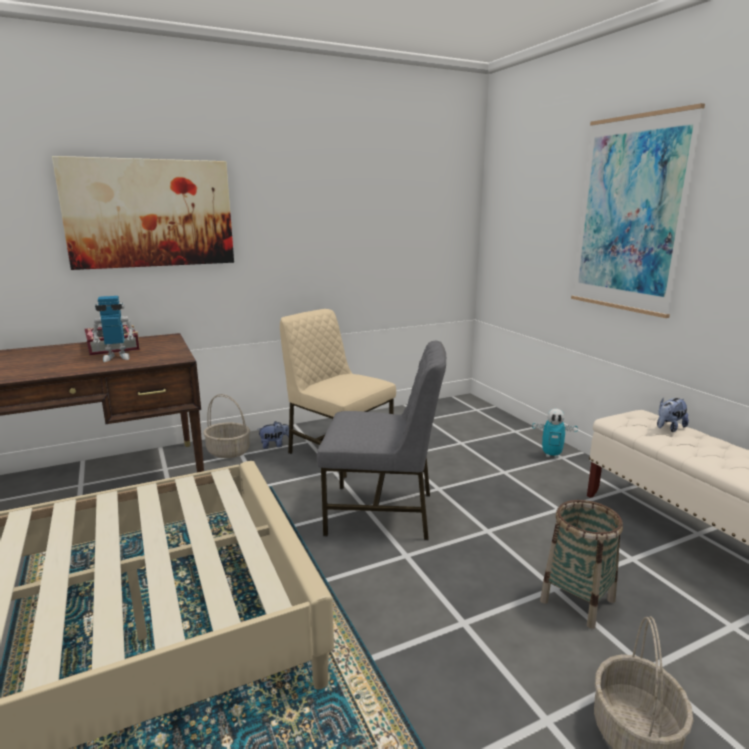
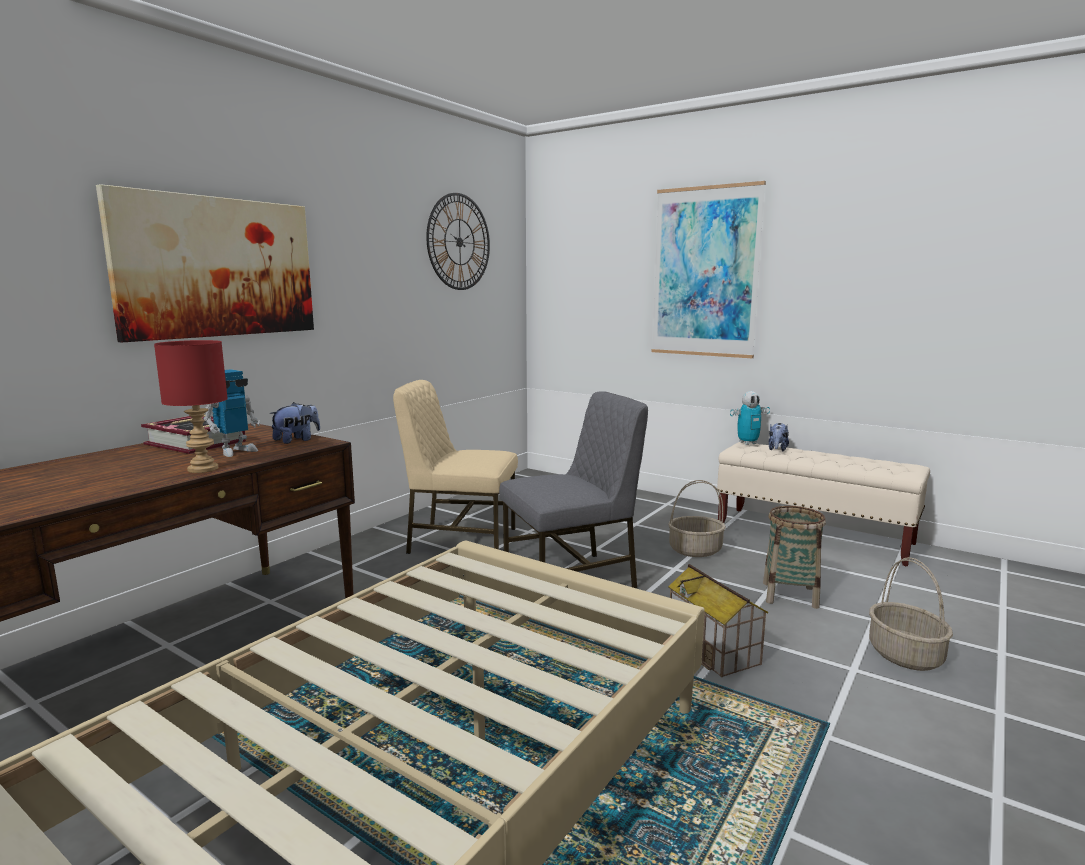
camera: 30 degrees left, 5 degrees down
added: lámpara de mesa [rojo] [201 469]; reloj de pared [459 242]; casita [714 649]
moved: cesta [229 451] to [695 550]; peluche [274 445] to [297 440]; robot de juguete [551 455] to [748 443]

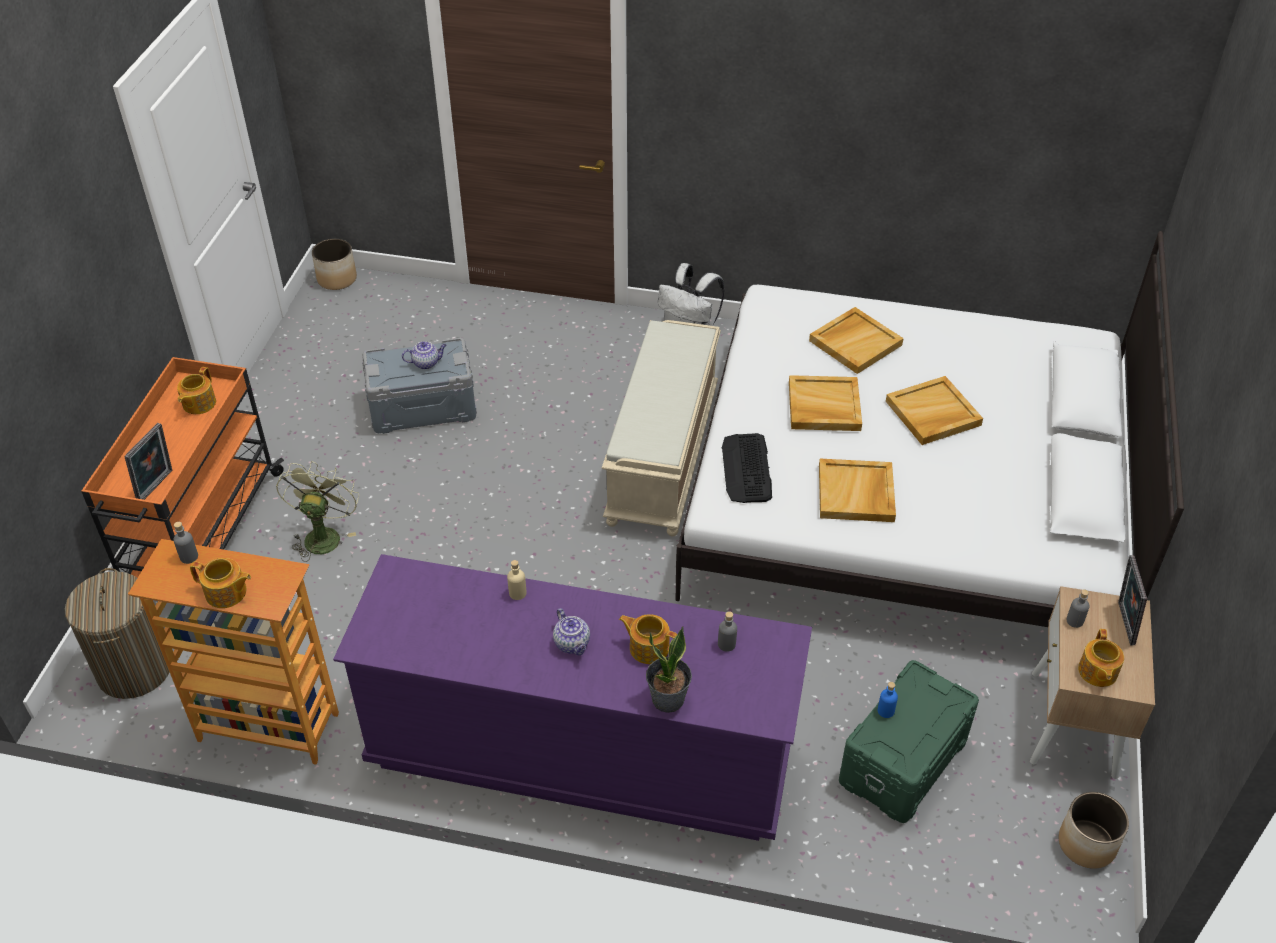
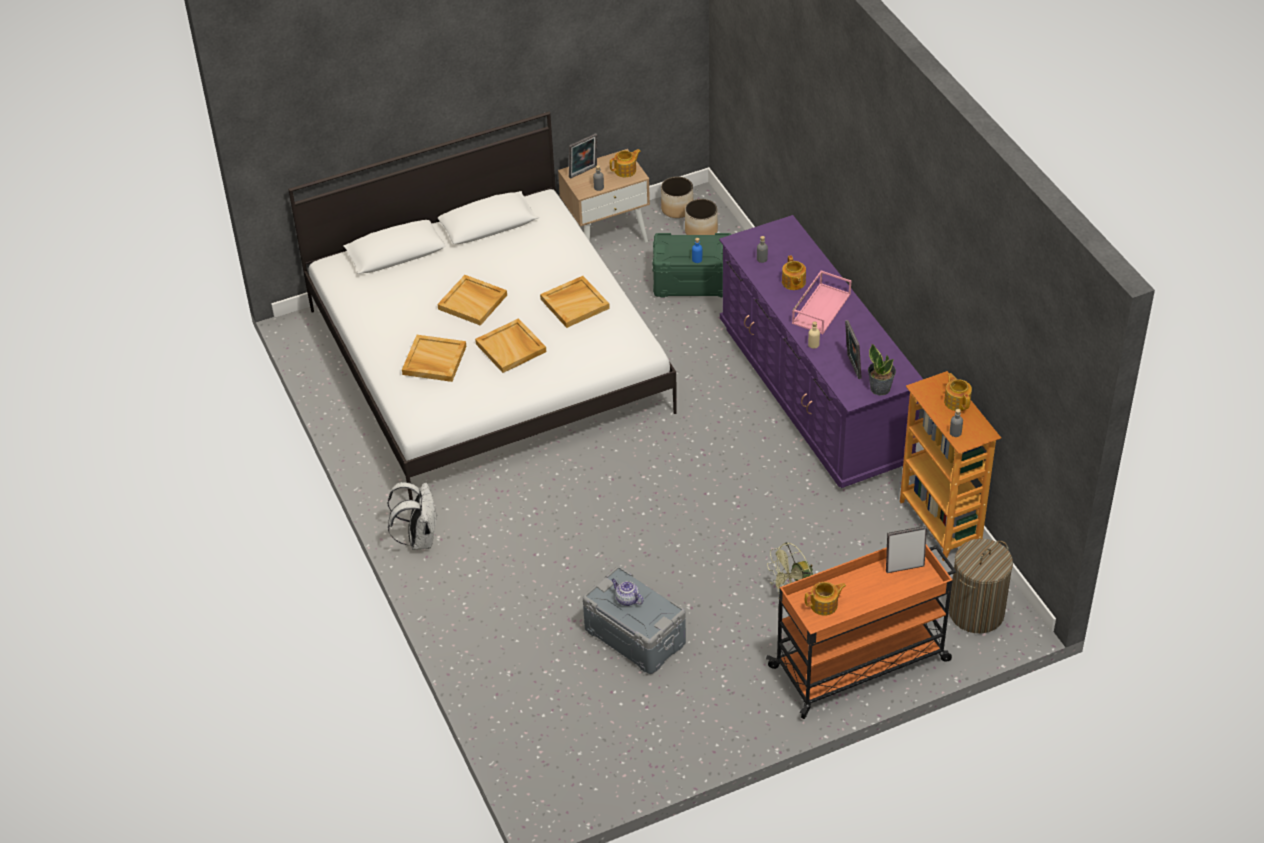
camera: 125 degrees left, 0 degrees up
removed: banco [beis] [664 457]; teclado [747 469]
added: portarretratos [852 367]
moved: maceta [337 279] to [701 231]; planta en maceta [668 699] to [880 388]
replaced: tetera [573 644] to bandeja [rosa] [821 308]

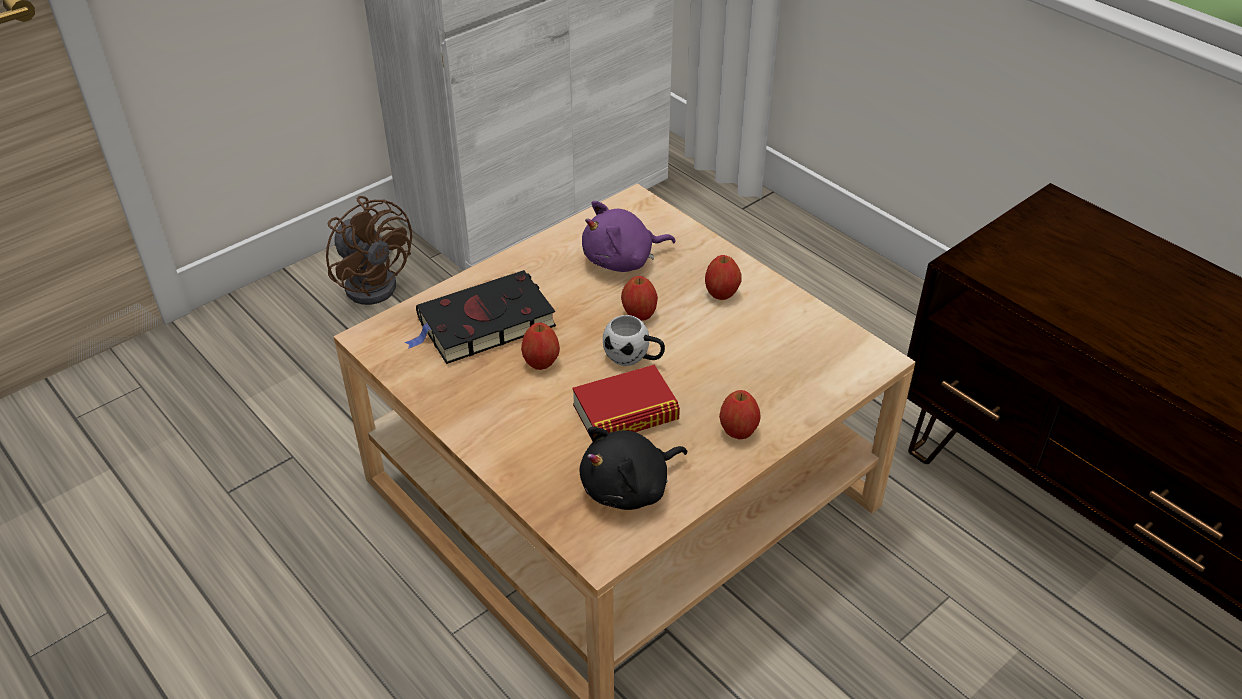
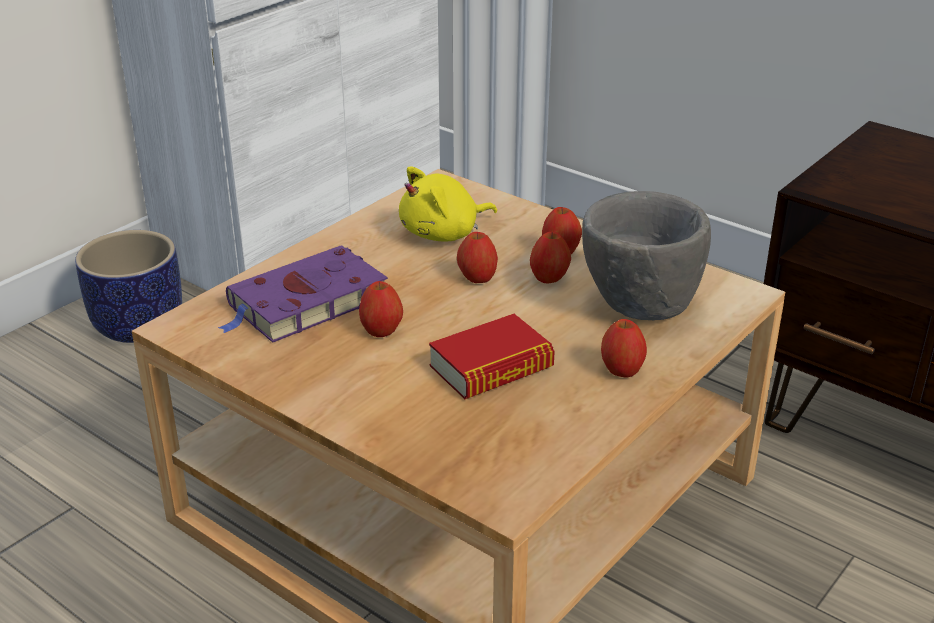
camera: 10 degrees left, 10 degrees down
removed: peluche [negro] [629 488]; taza grande [blanco] [634 357]
added: manzana [549 278]; cuenco [gris] [638 308]
replaced: ventilador [marrón] [374 281] to maceta [139 325]
recoloured: libro [negro] [483 324] to libro [morado] [305 303]; peluche [morado] [622 260] to peluche [amarillo] [444 234]

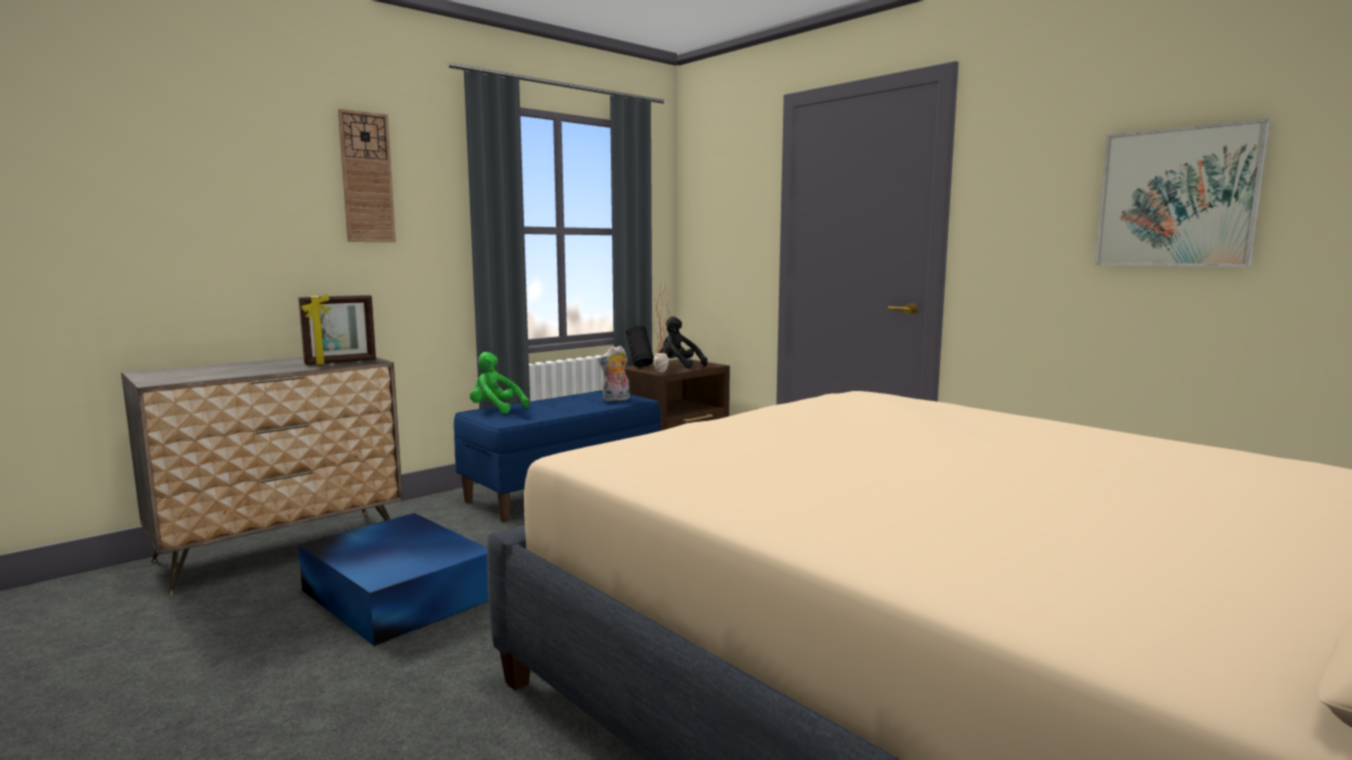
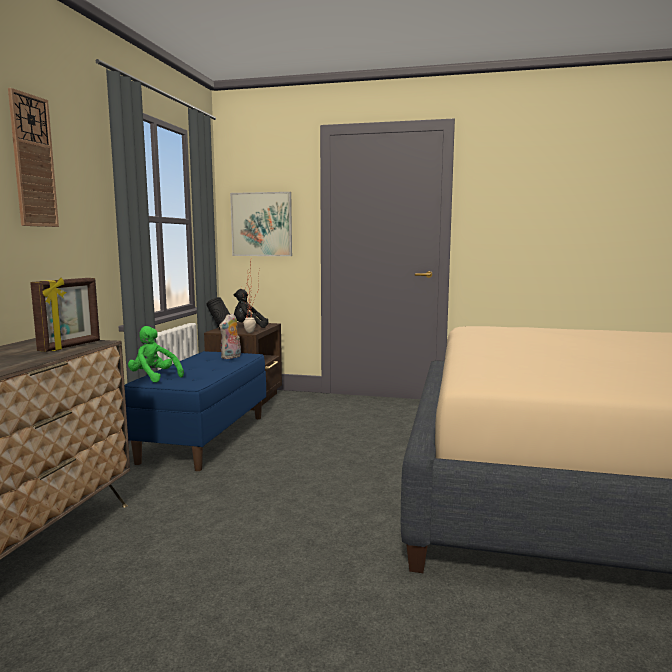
camera: 35 degrees left, 0 degrees up
removed: caja de almacenaje [azul] [398 593]
moved: cuadro [1176 198] to [261 224]
turned: peluche [verde] [495 410] = [154 377] 45 degrees clockwise

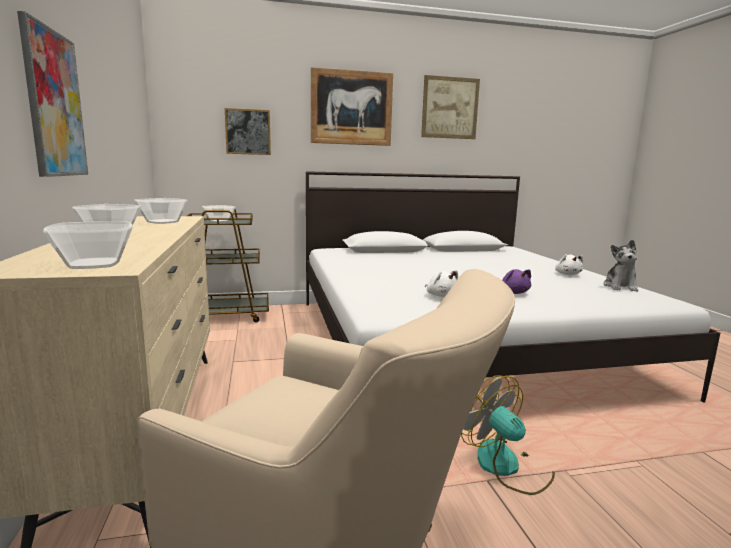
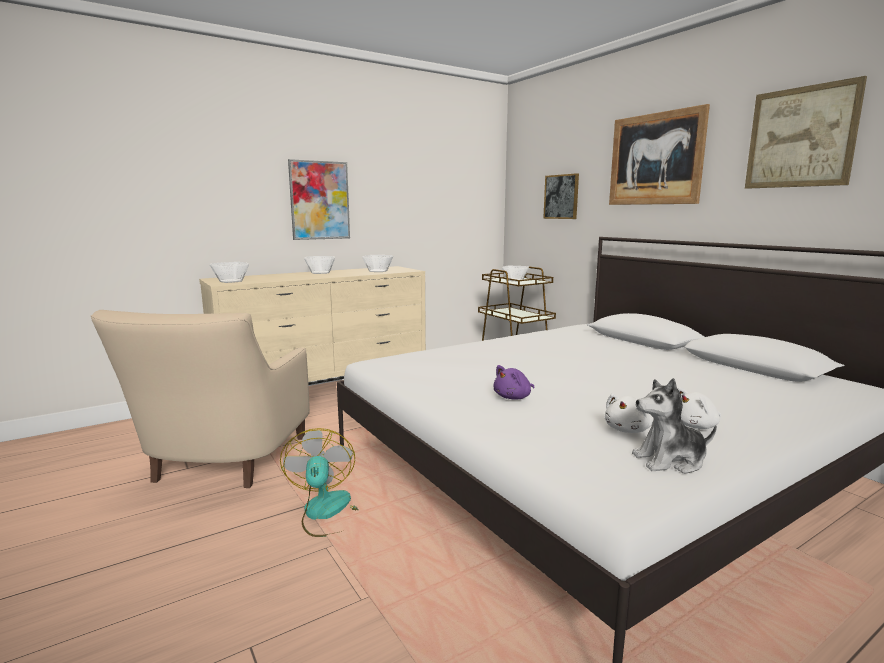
camera: 70 degrees right, 0 degrees up
moved: peluche [blanco] [441 295] to [628 430]
turned: ventilador [507 467] = [328 513] 45 degrees counterclockwise

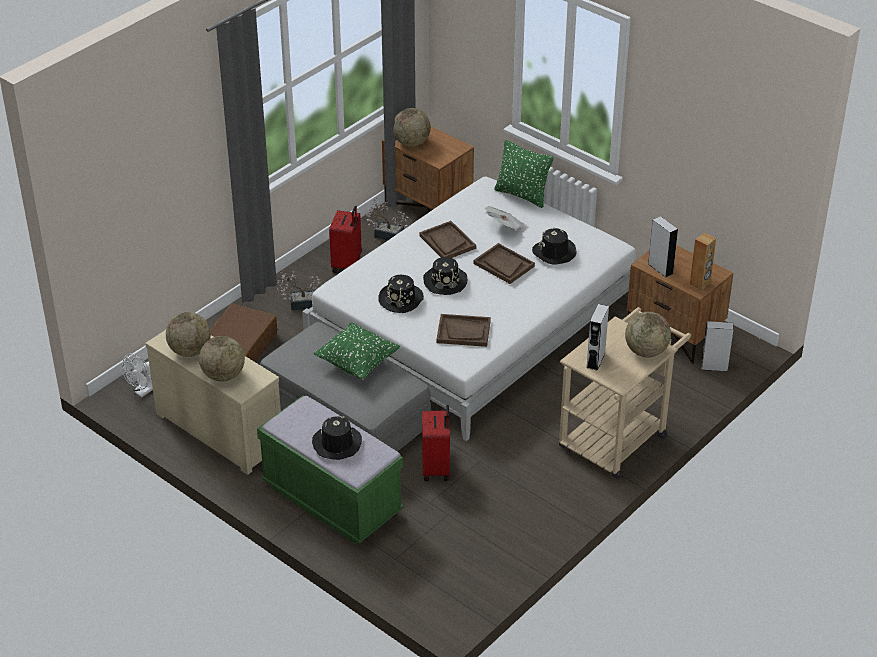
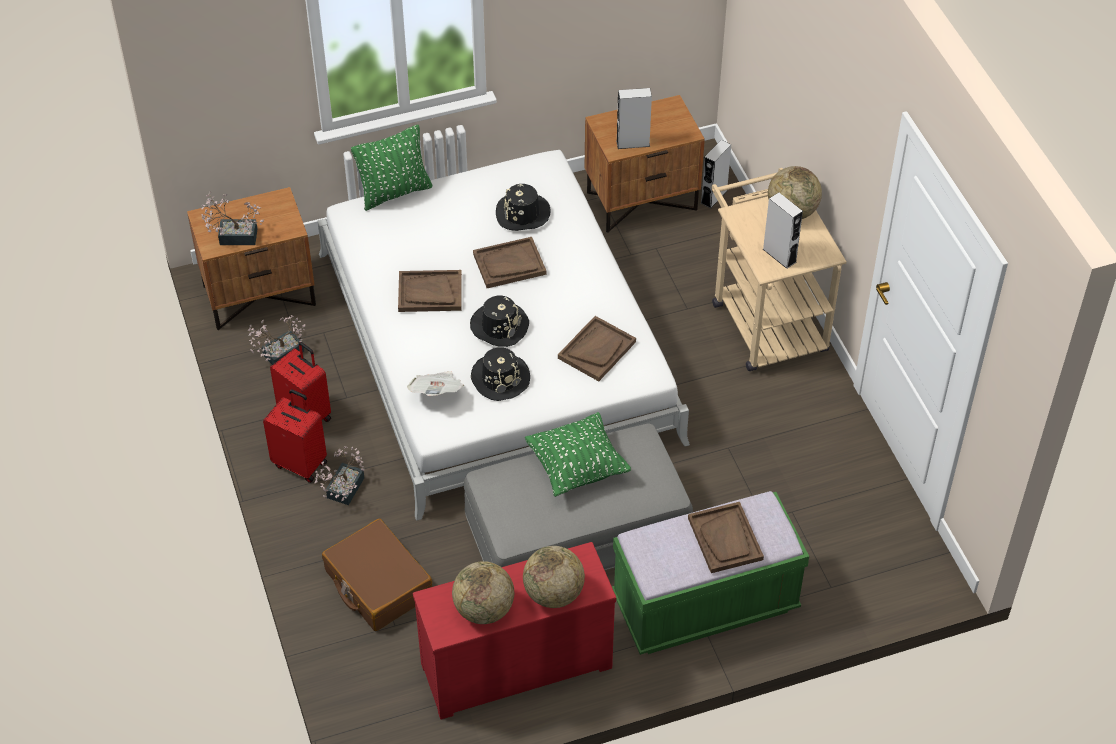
camera: 60 degrees left, 10 degrees up
removed: ventilador [blanco] [142 391]; altavoz [marrón] [700 283]
moved: maleta [rojo] [437 468] to [301 463]; periódico [505 227] to [437 393]
replaced: sombrero [negro] [337 444] to bandeja [marrón] [725 539]; globo terráqueo [411 143] to planta en maceta [233 236]
recoloured: cómoda [beis] [221 428] to cómoda [rojo] [514 662]

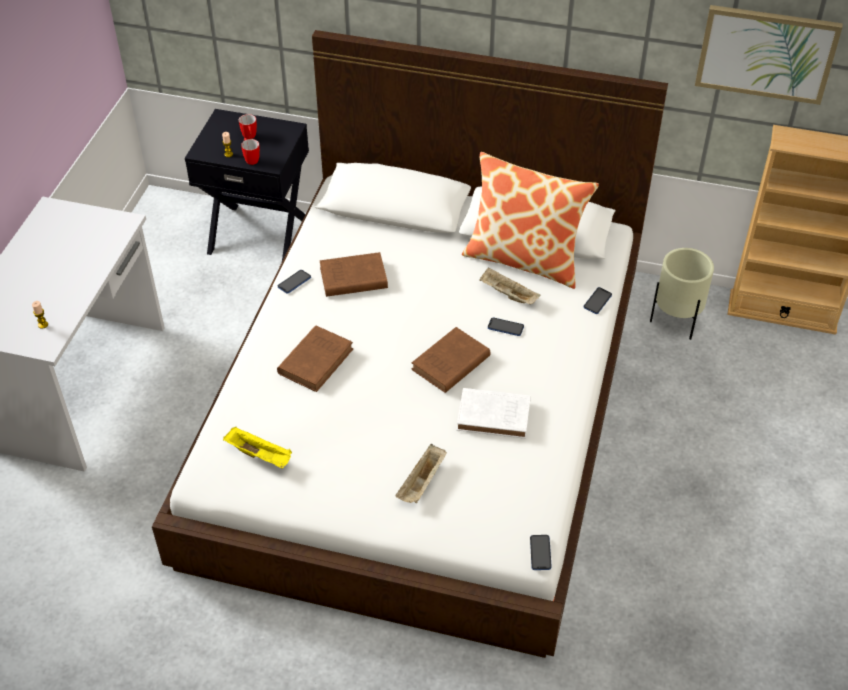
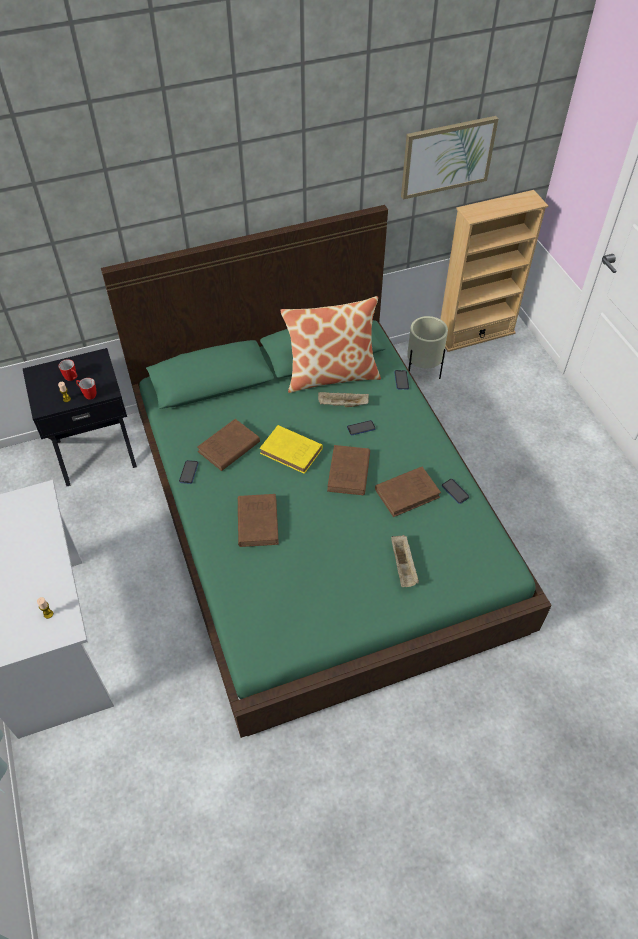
camera: 35 degrees left, 5 degrees up
removed: bandeja [amarillo] [260 455]
added: libro [amarillo] [292 452]
moved: móvil [540 553] to [455 491]
recoloured: cama [blanco] [425 407] to cama [verde] [319 513]; libro [blanco] [496 416] to libro [marrón] [408 493]

